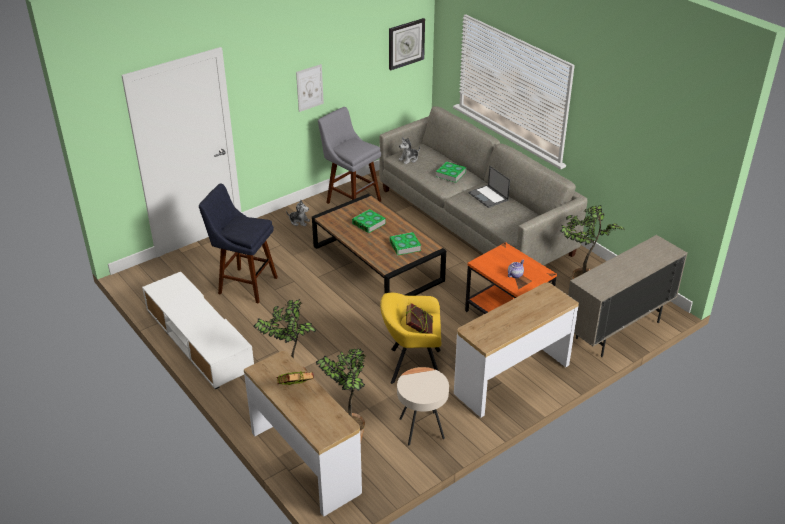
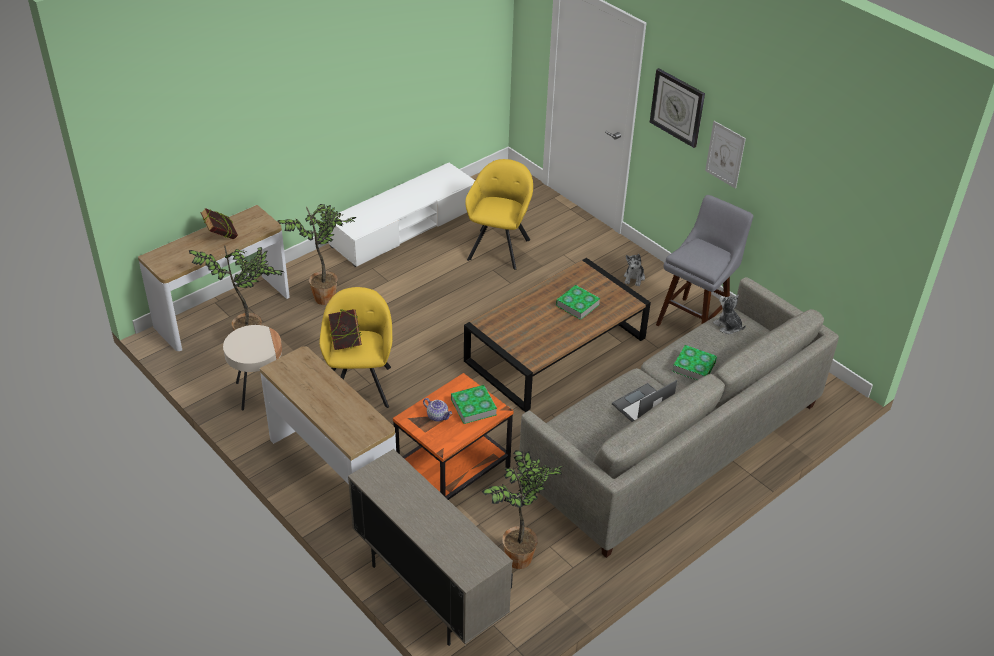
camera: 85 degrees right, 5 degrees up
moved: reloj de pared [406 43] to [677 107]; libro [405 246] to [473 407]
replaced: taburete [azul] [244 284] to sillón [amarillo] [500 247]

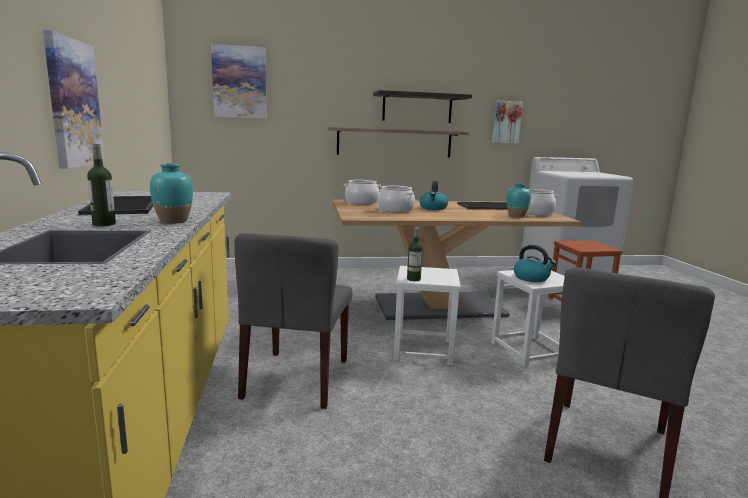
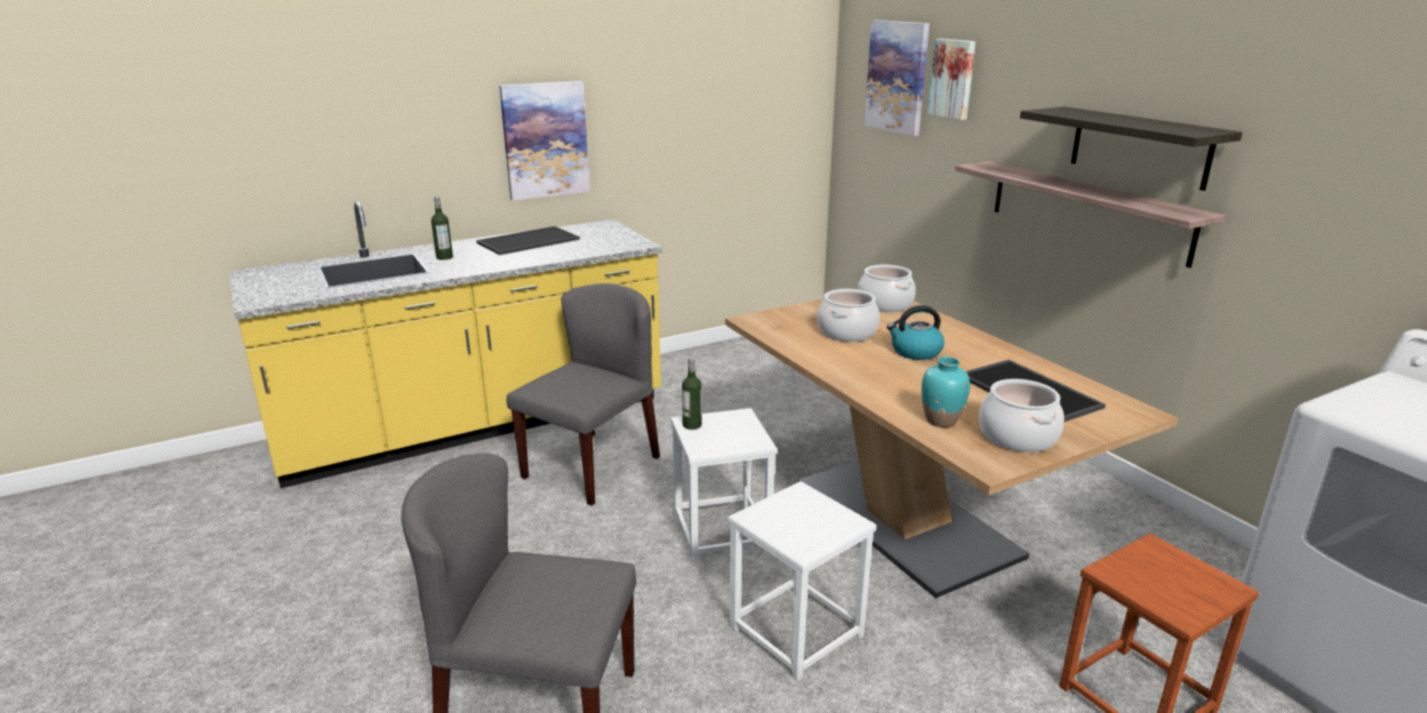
camera: 70 degrees right, 10 degrees up
removed: florero [turquesa] [173 221]; hervidor [532 278]
moved: cuadro [506 122] to [953 78]
turned: silla [gris] [297 378] = [591 466] 135 degrees clockwise

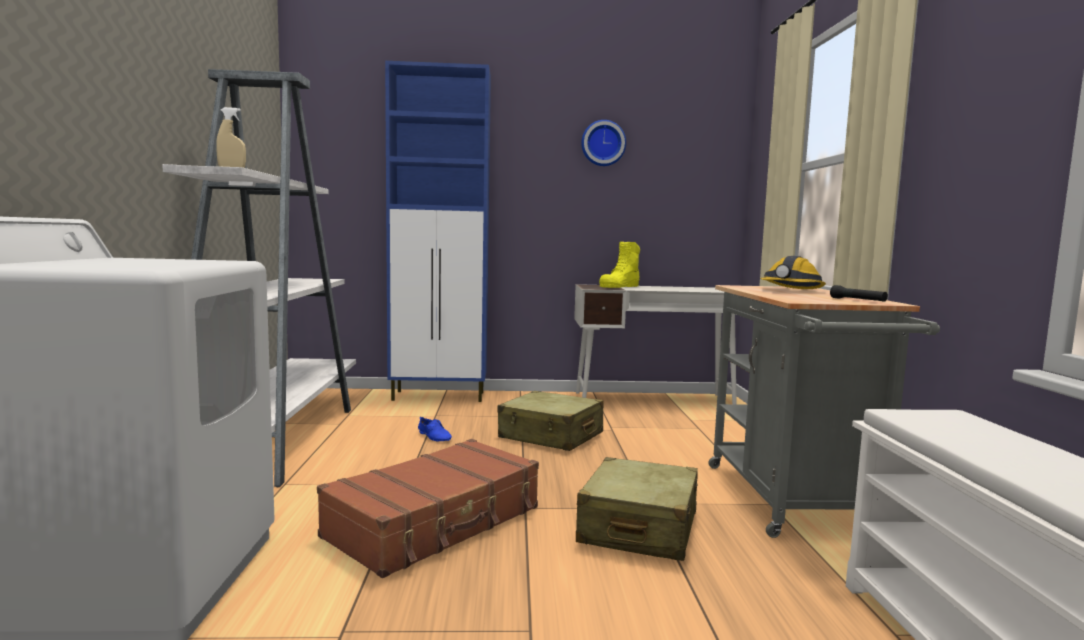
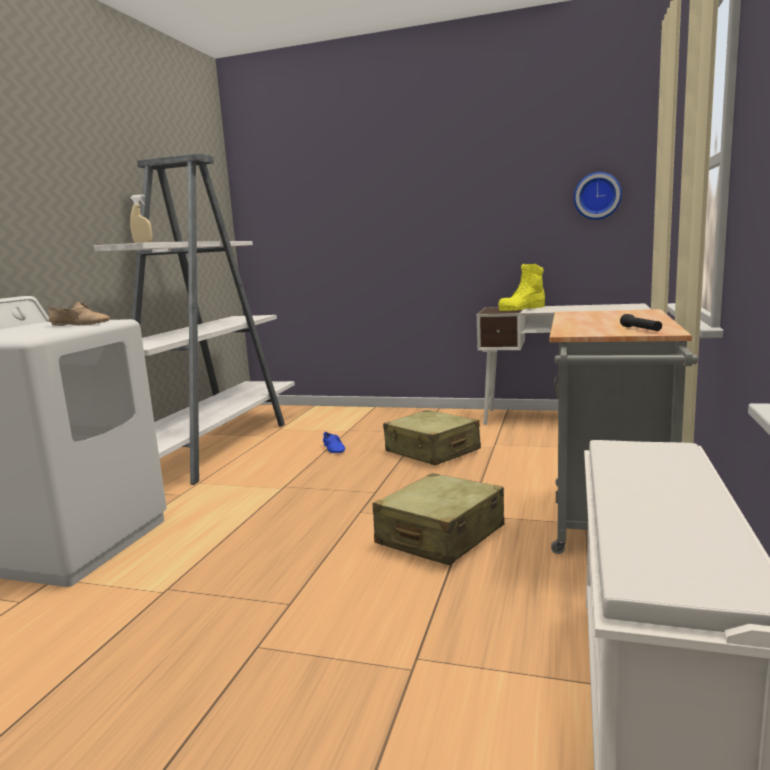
camera: 20 degrees right, 5 degrees up
removed: maleta [marrón] [436 522]; armario [azul] [440 396]; casco [790 290]
added: zapato [beis] [81 324]
moved: reloj de pared [603 143] to [597 196]

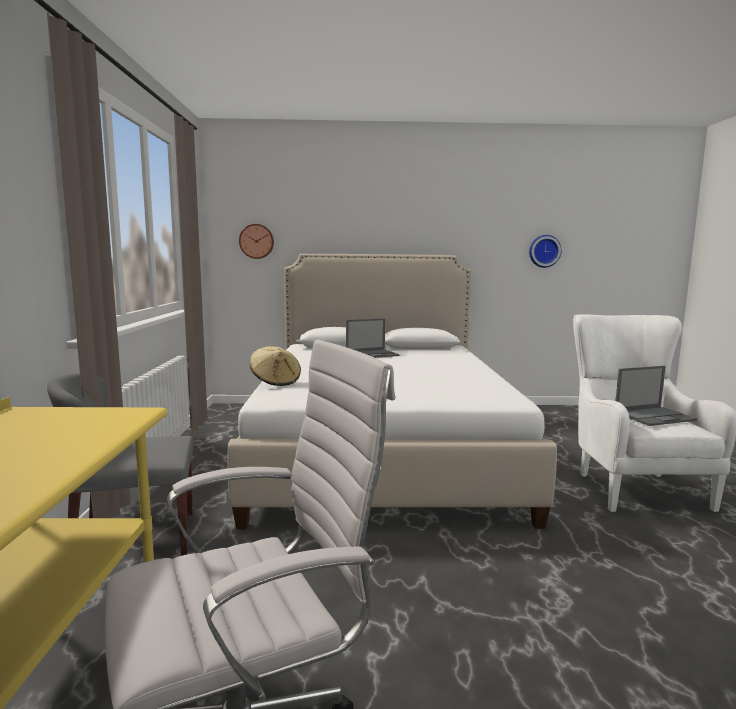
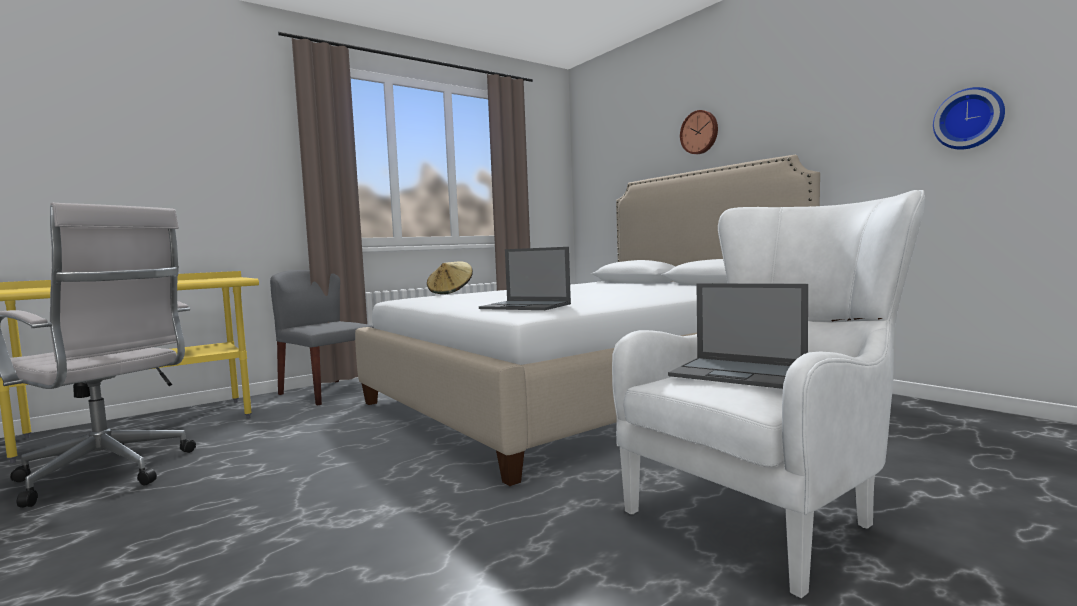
camera: 55 degrees right, 5 degrees down
moved: reloj de pared [256 241] to [700 132]; portátil [372 354] to [526 306]

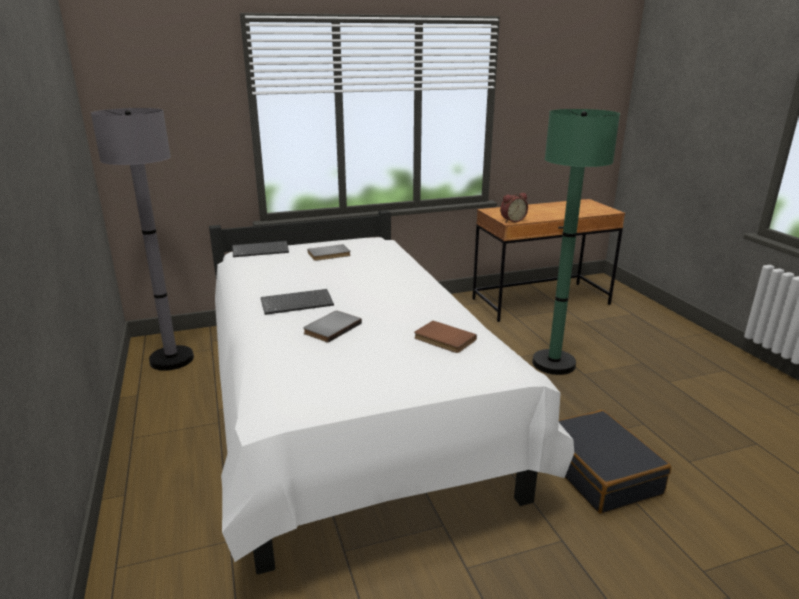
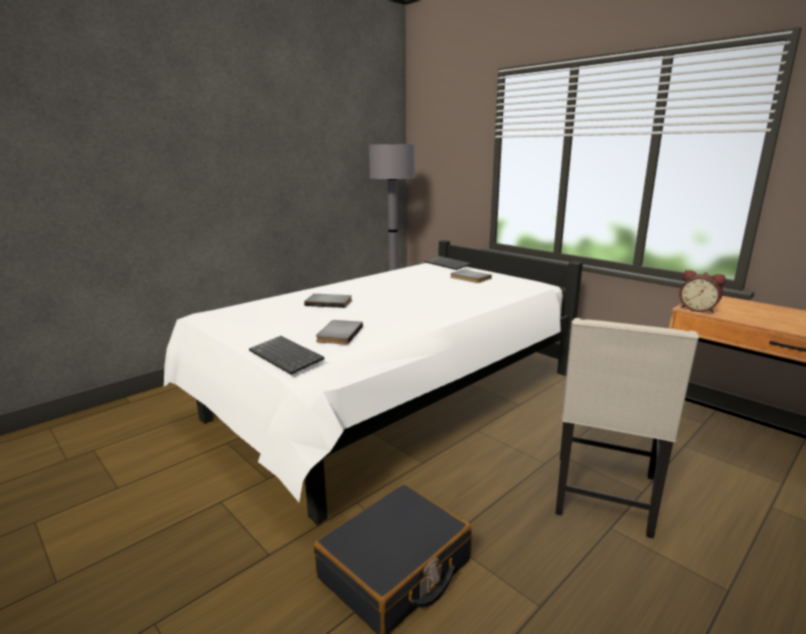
camera: 65 degrees right, 5 degrees down
moved: teclado [298 303] to [287 356]
replaced: lámpara de pie [verde] [553 363] to silla [beis] [604 496]
recoloured: libro [marrón] [443 339] to libro [gris] [338 334]

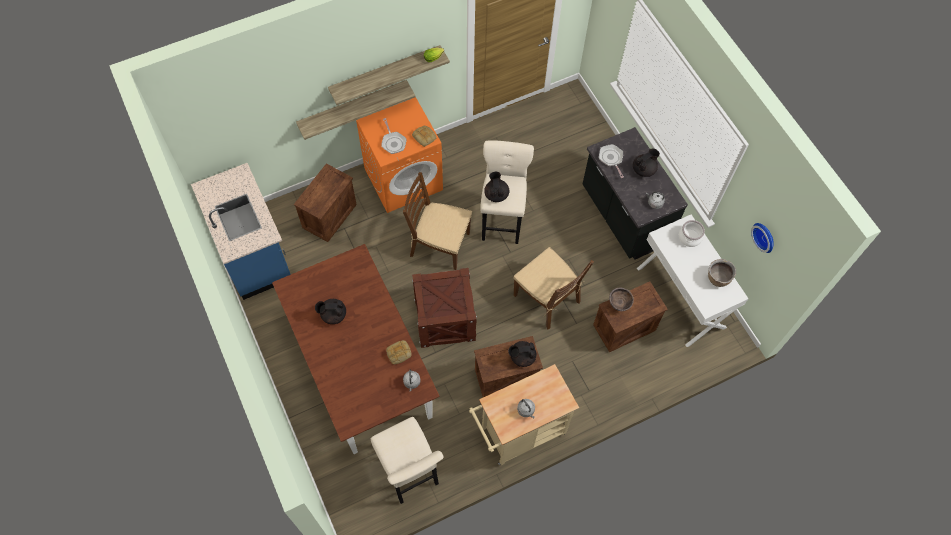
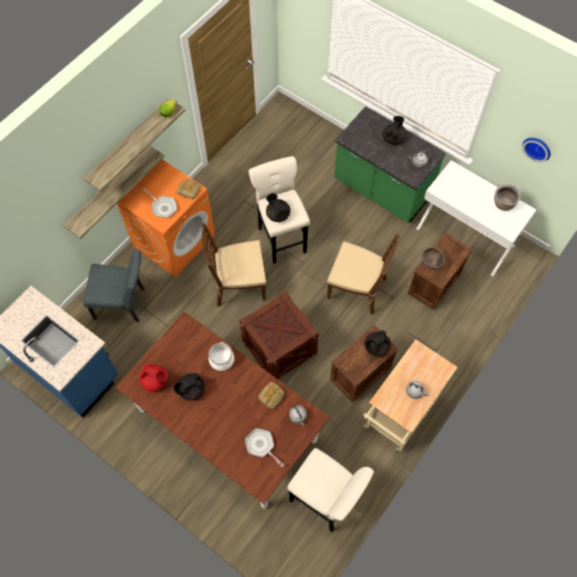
camera: 25 degrees left, 0 degrees up
added: tetera [rojo] [155 381]
moved: sartén [611 159] to [261 445]; olla [689 237] to [221 360]
replaced: caja de embalaje [329 216] to silla [gris] [124 304]
recoloured: mueble bajo de cocina [negro] [623 216] to mueble bajo de cocina [verde] [381 190]

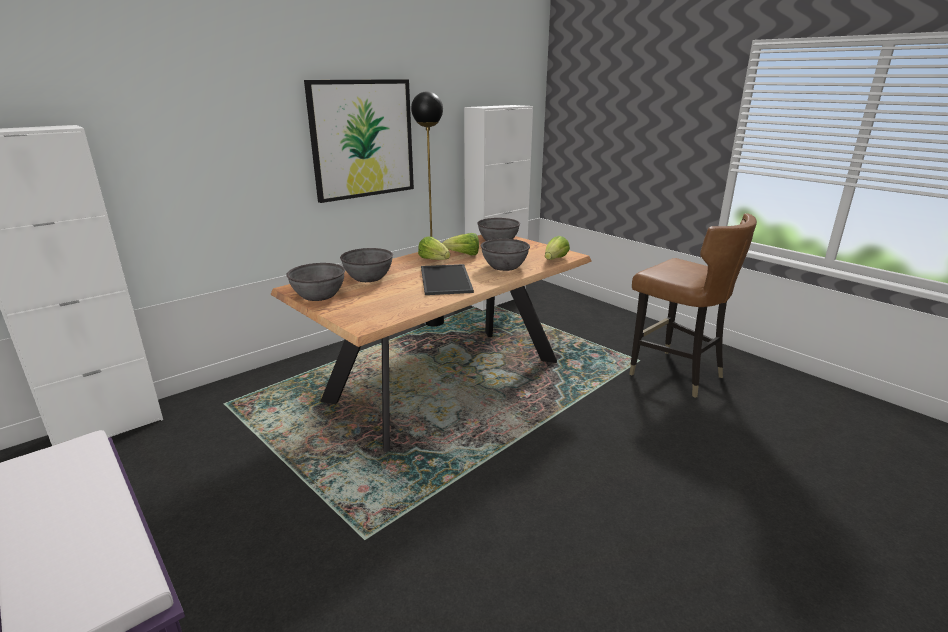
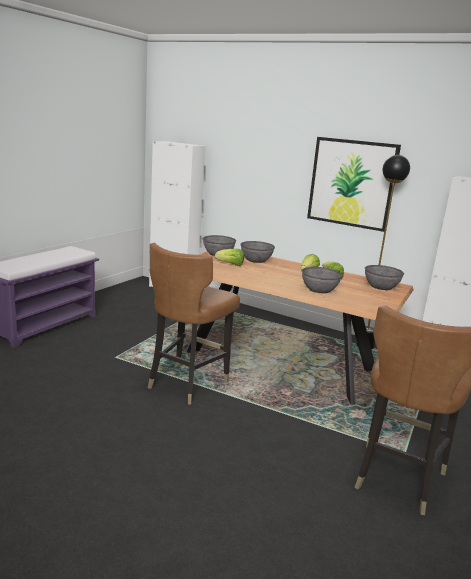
camera: 70 degrees right, 5 degrees down
removed: bandeja [447 280]
added: silla [marrón] [187 383]
moved: lechuga [555 259] to [230 264]

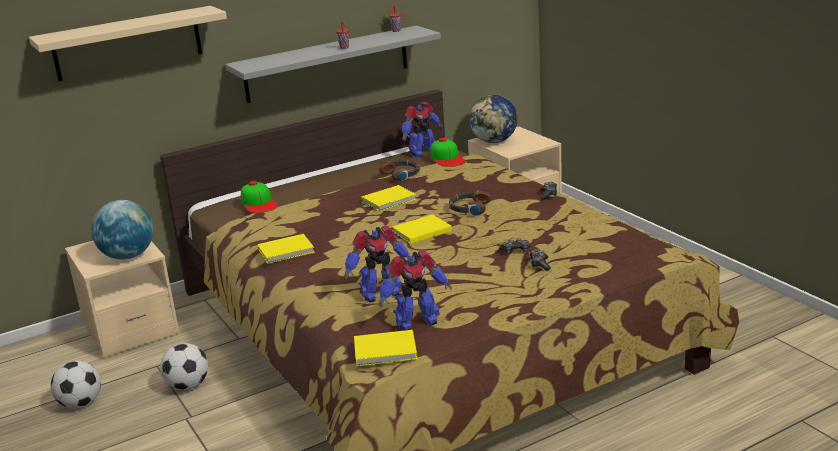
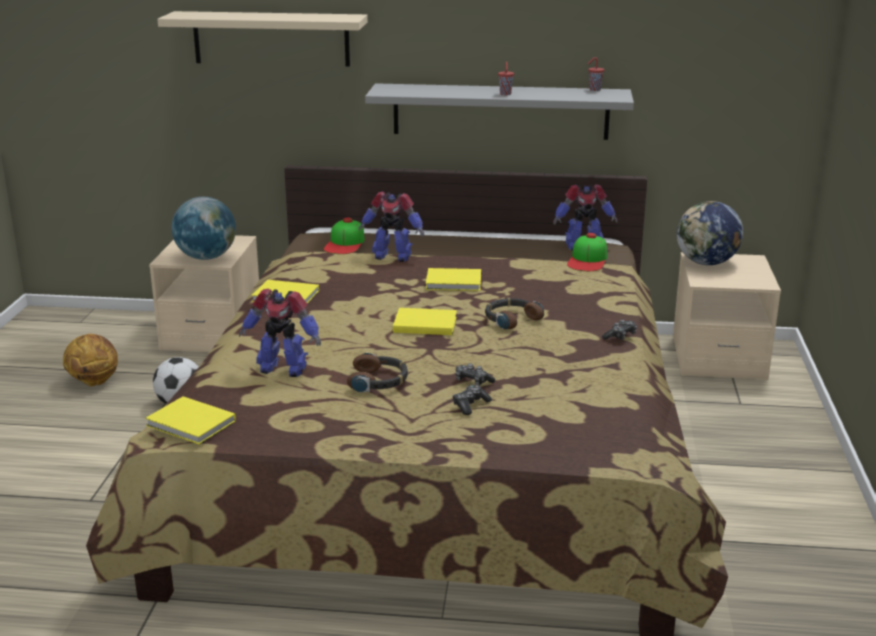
camera: 35 degrees right, 0 degrees up
moved: auriculares [401 174] to [379 381]; robot de juguete [415 322] to [392 256]
replaced: balón de fútbol [81 404] to balón de baloncesto [94 382]

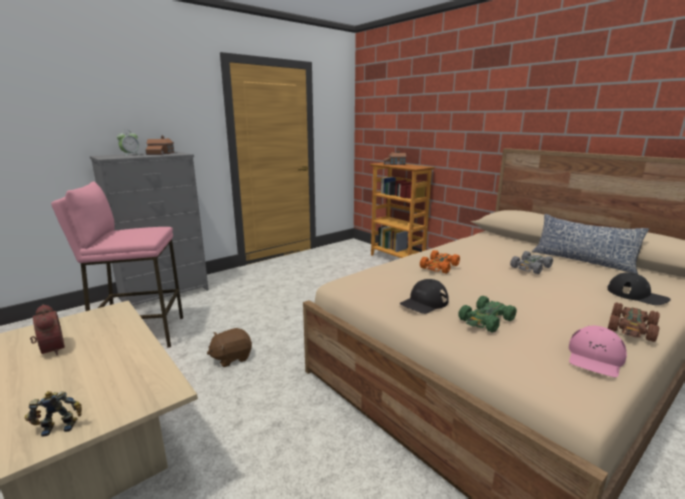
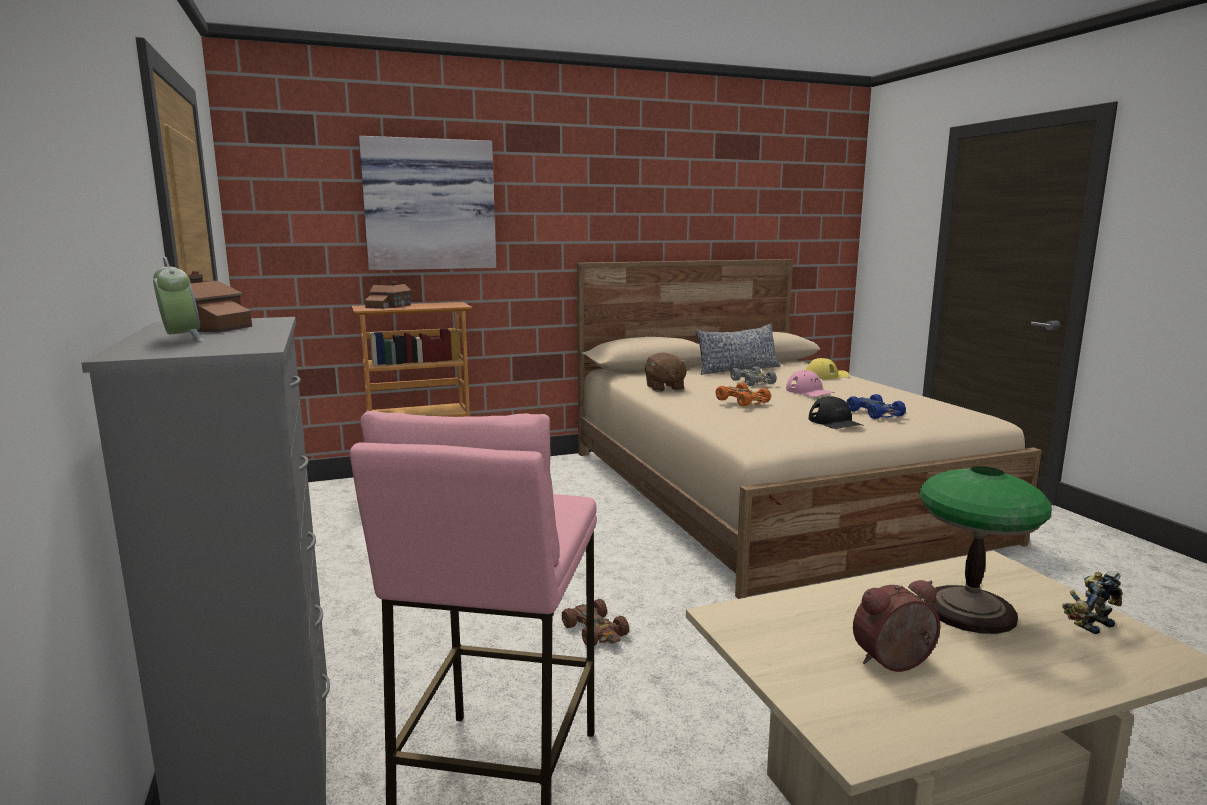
camera: 70 degrees left, 5 degrees down
added: cuadro [429 205]; lámpara de mesa [970 611]
moved: peluche [marrón] [231 357] to [664 388]; gorra [rosa] [595 358] to [809 391]; coche de juguete [marrón] [632 328] to [595 631]
recoloured: coche de juguete [verde] [486 320] to coche de juguete [azul] [875 413]; gorra [negro] [637 295] to gorra [amarillo] [826 375]
turned: robot de juguete [59 426] = [1089 623] 60 degrees clockwise

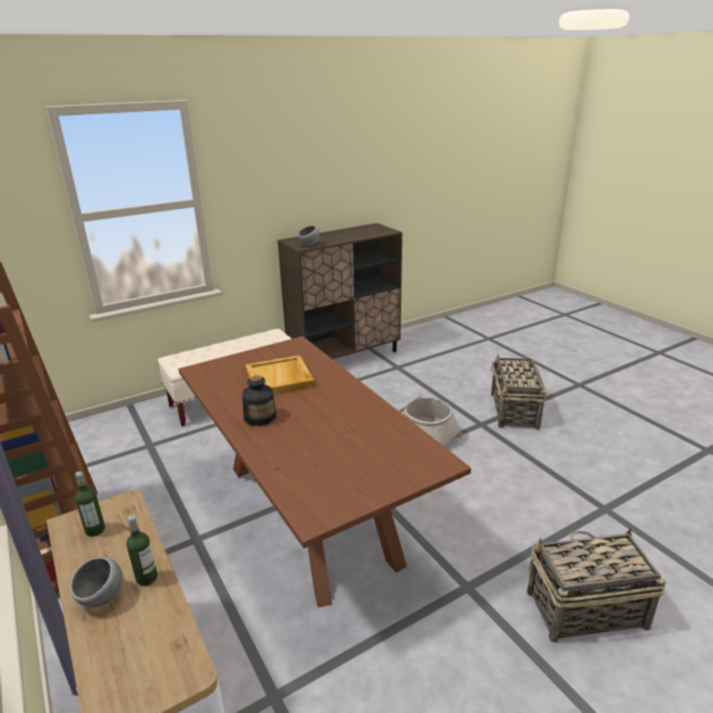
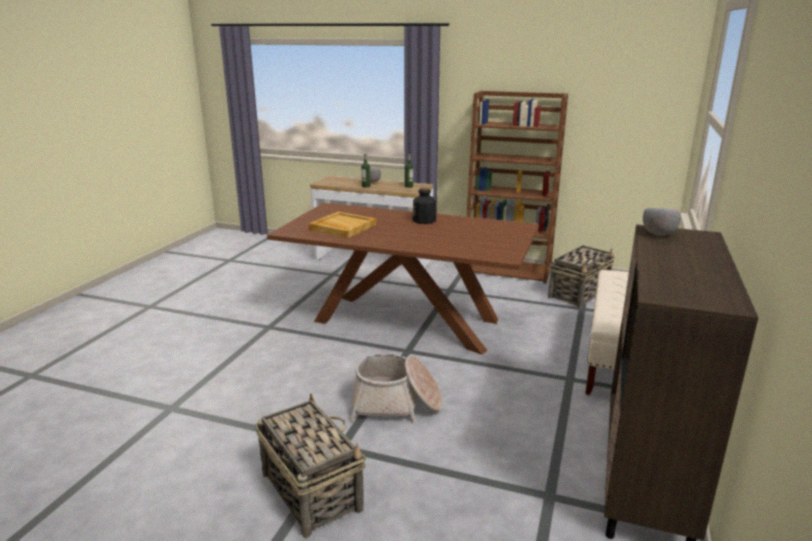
camera: 140 degrees right, 5 degrees down
moved: bandeja [beis] [280 379] to [342 227]; cesta [584 609] to [579 293]

